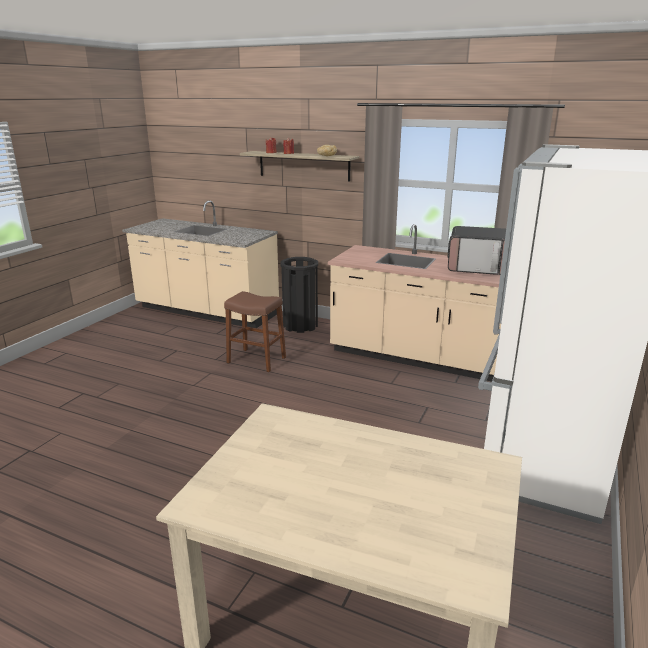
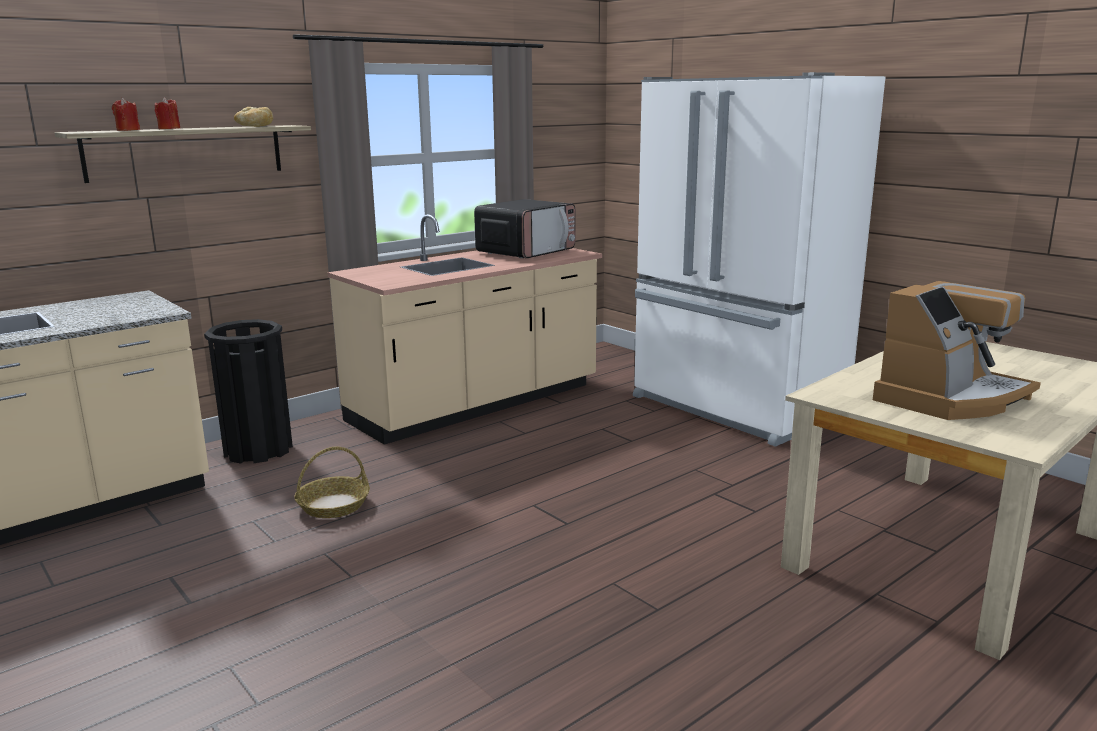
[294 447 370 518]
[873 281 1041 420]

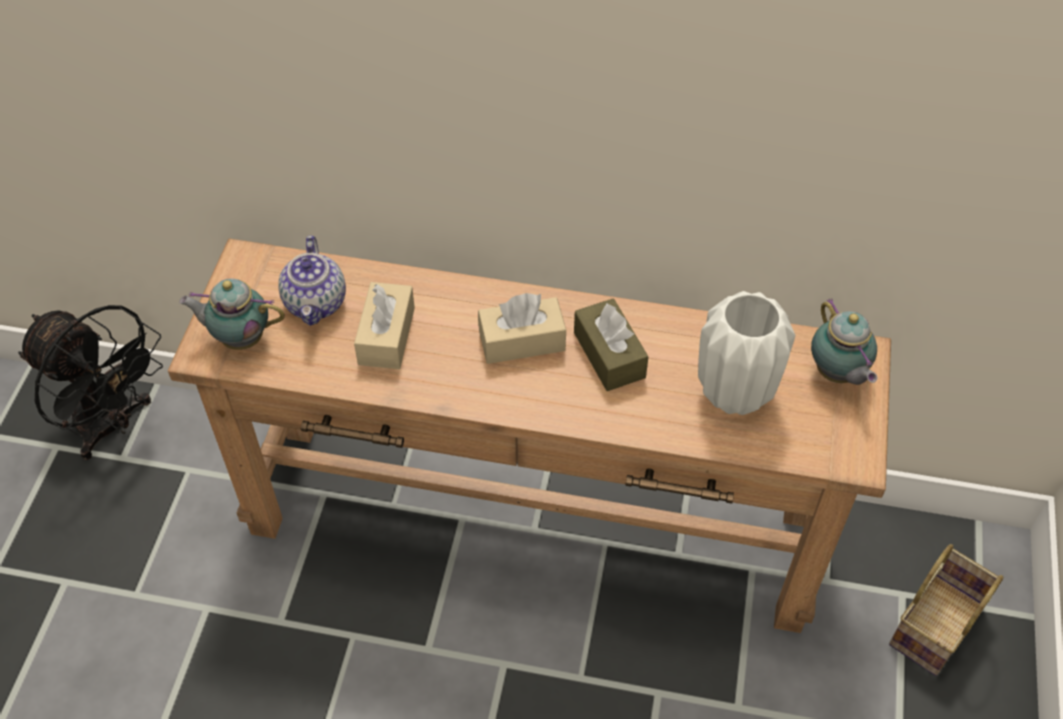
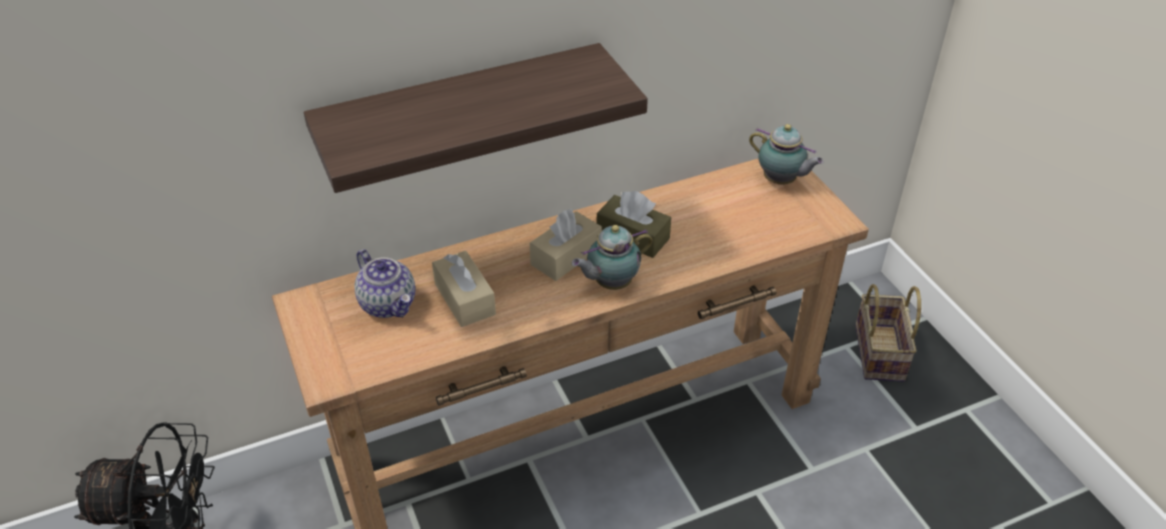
[572 225 653 290]
[698 291 795 415] (first image)
[304 43 648 193]

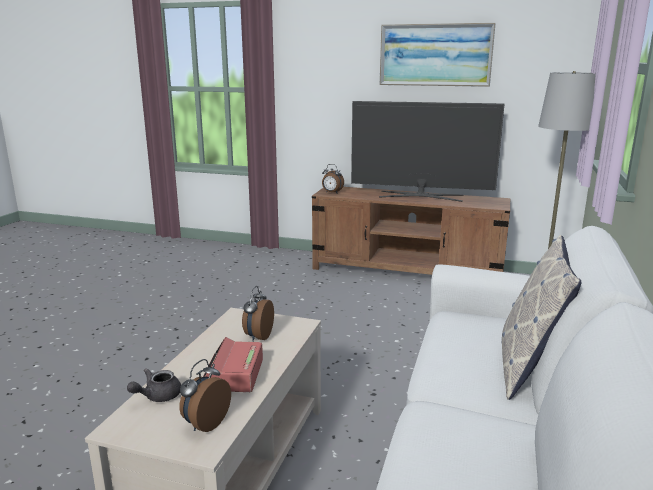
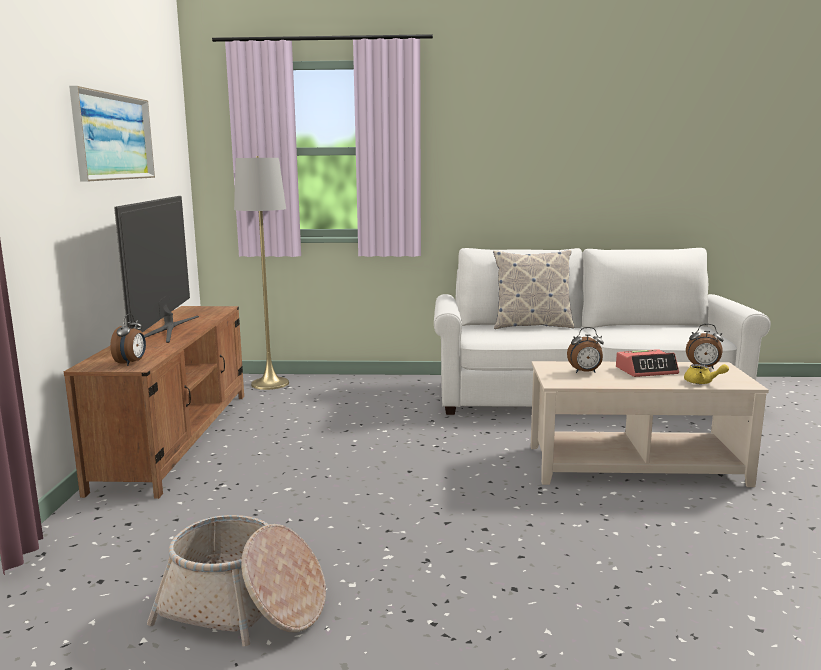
[684 364 729 384]
[147 515 326 646]

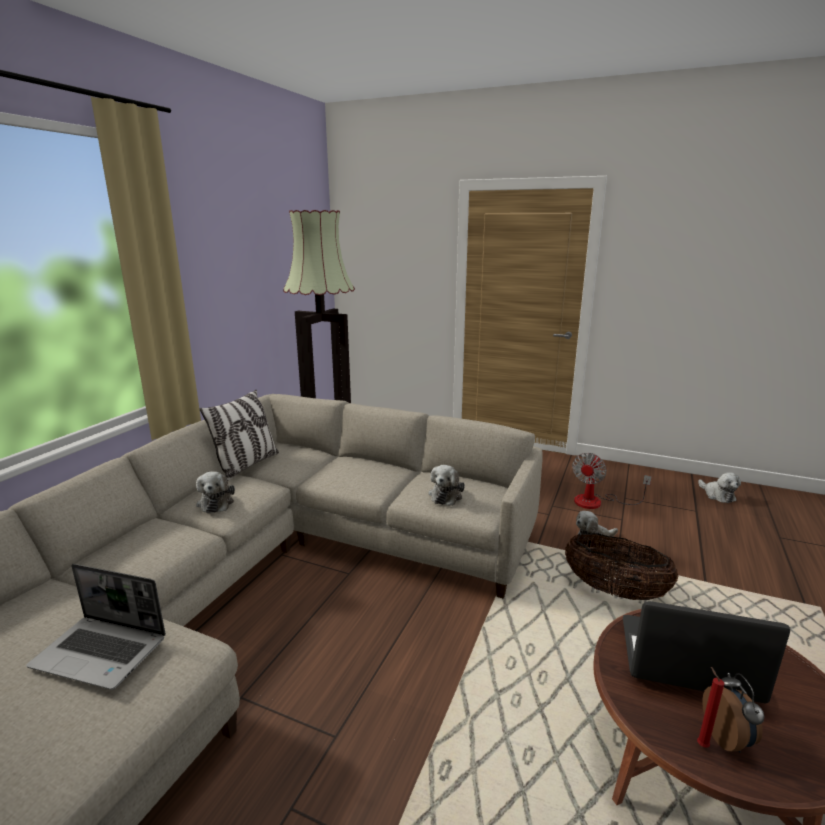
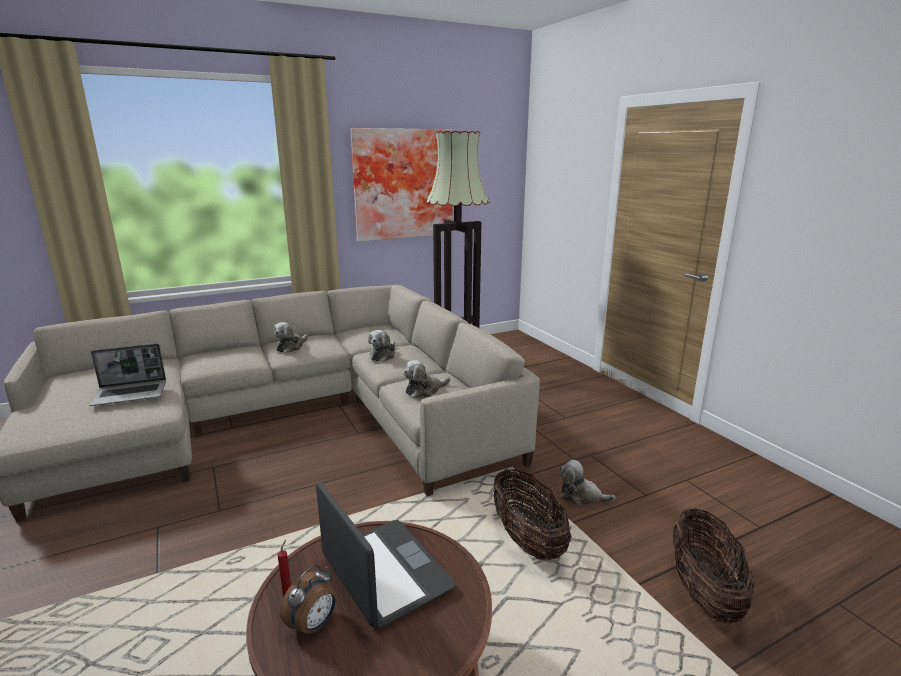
[200 389 279 481] (first image)
[572 453 652 509] (first image)
[368 330 395 362]
[89 344 166 406]
[350 128 453 242]
[673 508 754 624]

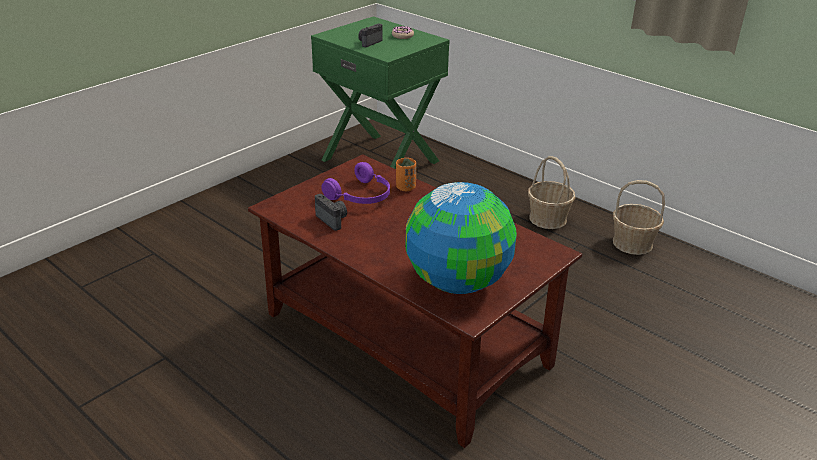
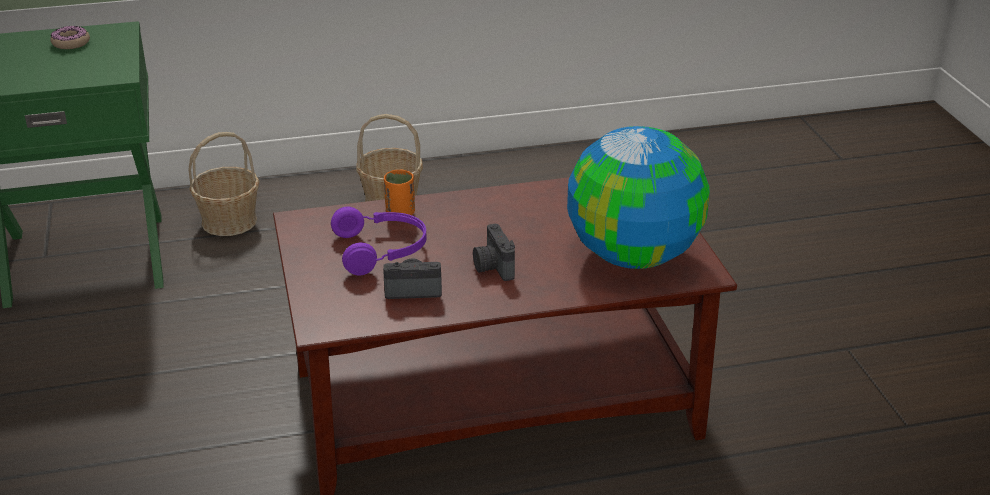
[473 224 515 281]
[188 132 260 236]

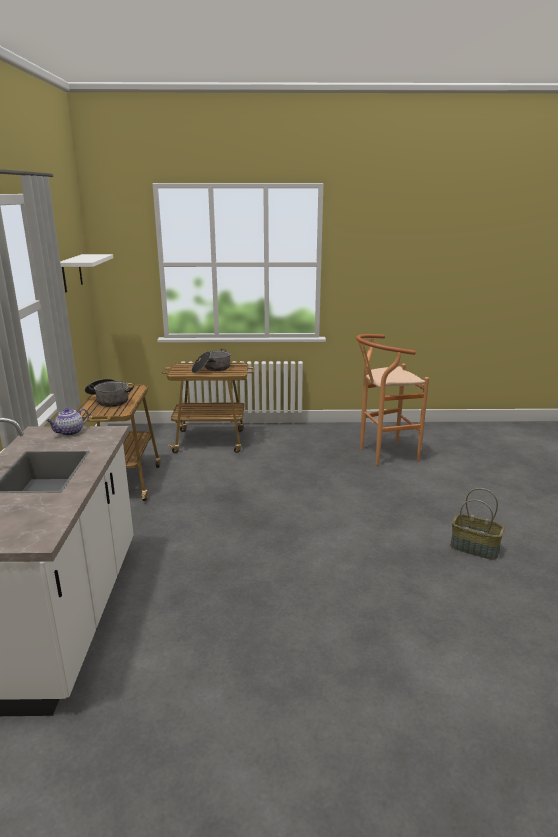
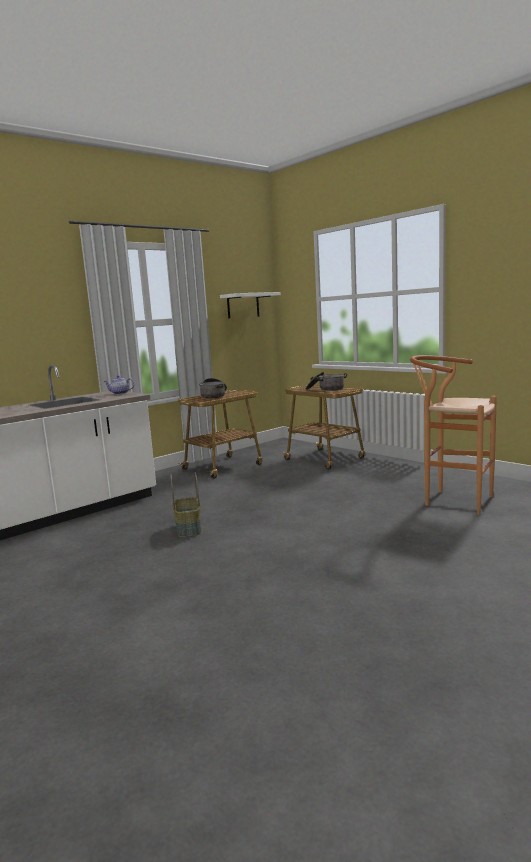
[170 472 201 537]

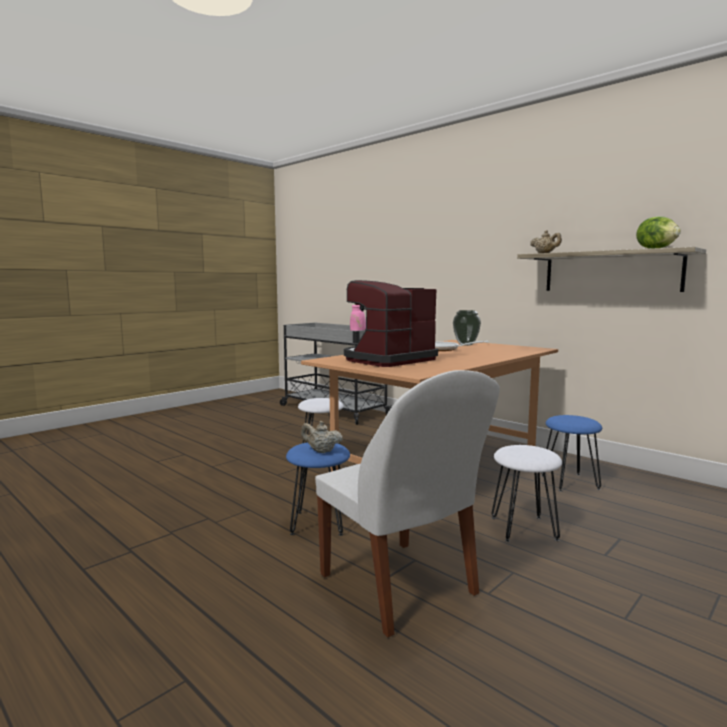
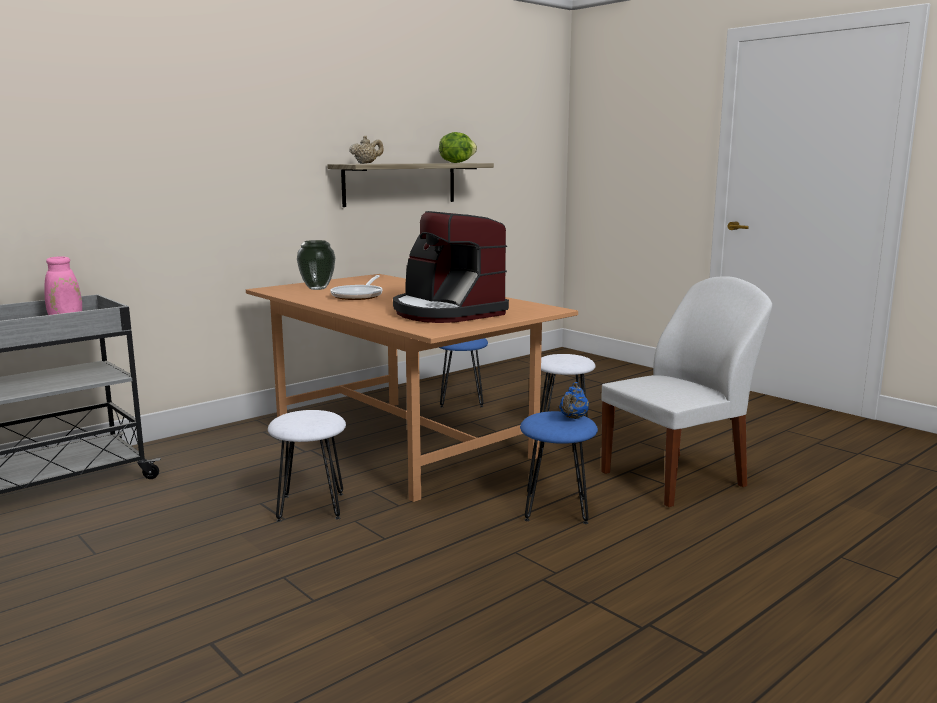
[559 382 589 419]

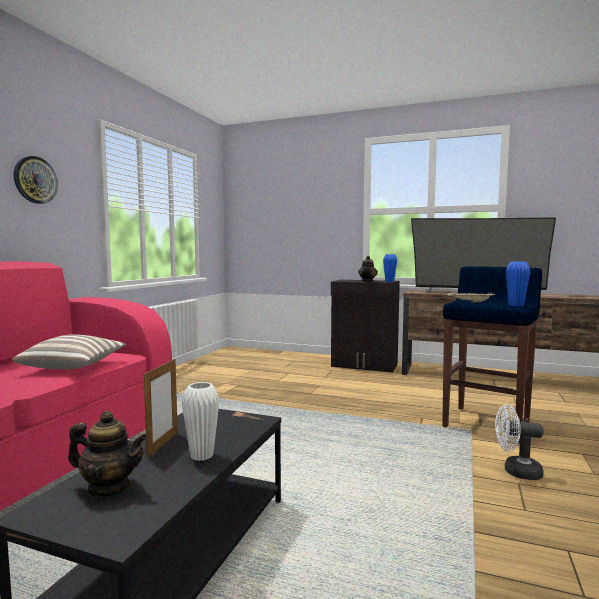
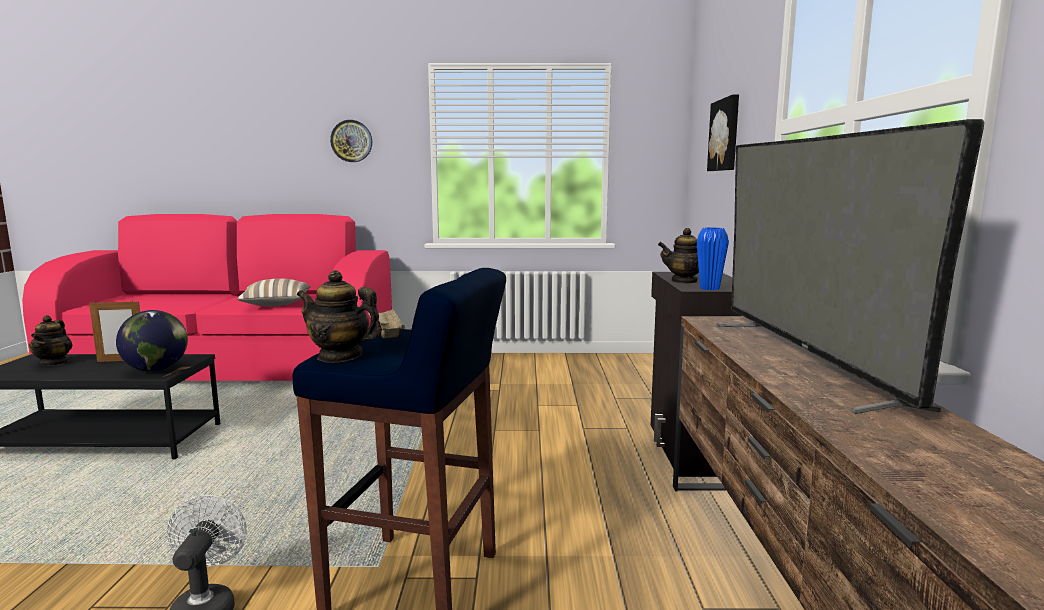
[297 270 382 363]
[182 382 219 461] (first image)
[707 94 739 171]
[116 310 188 372]

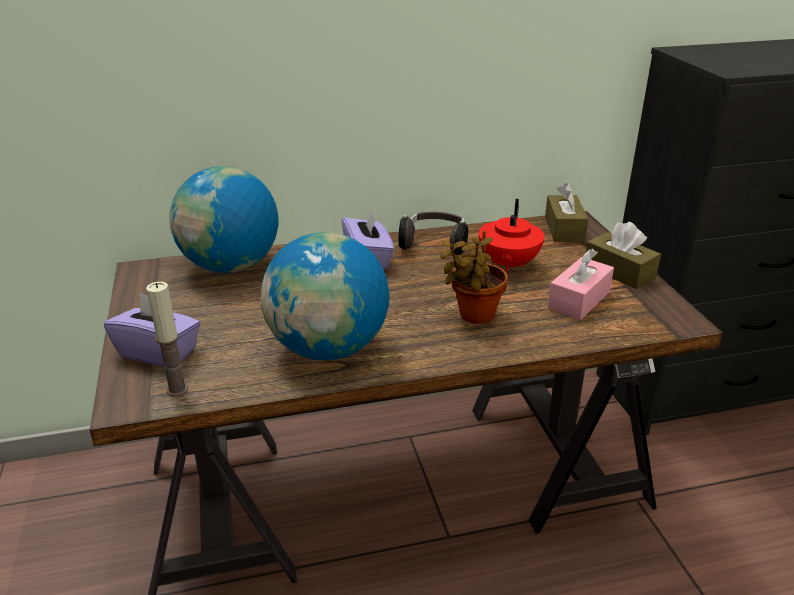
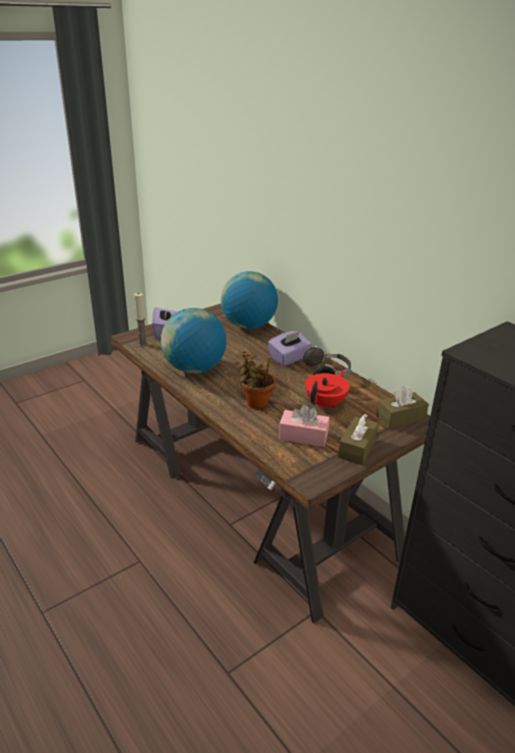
[305 370 350 409]

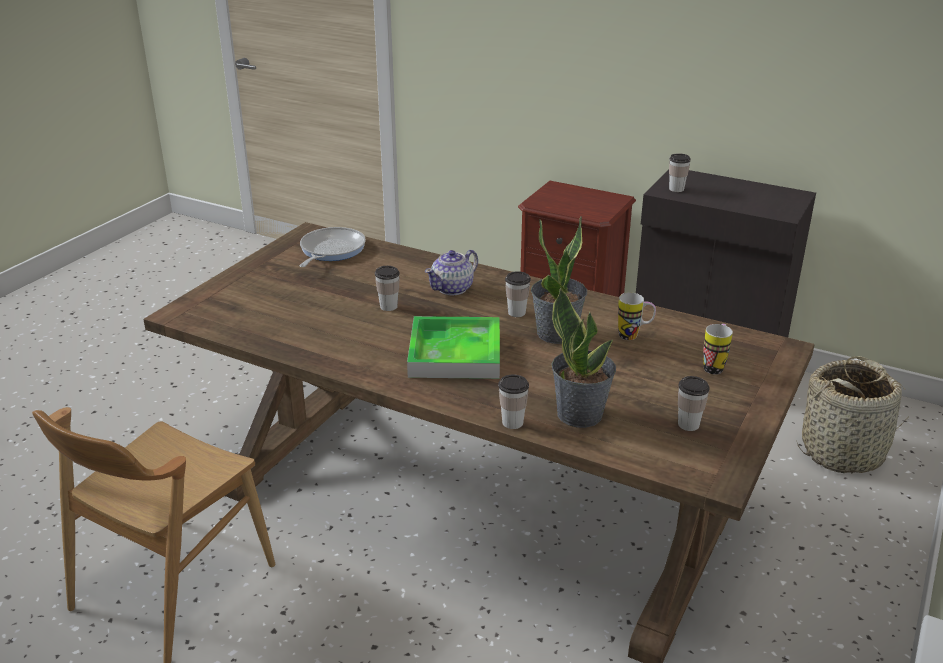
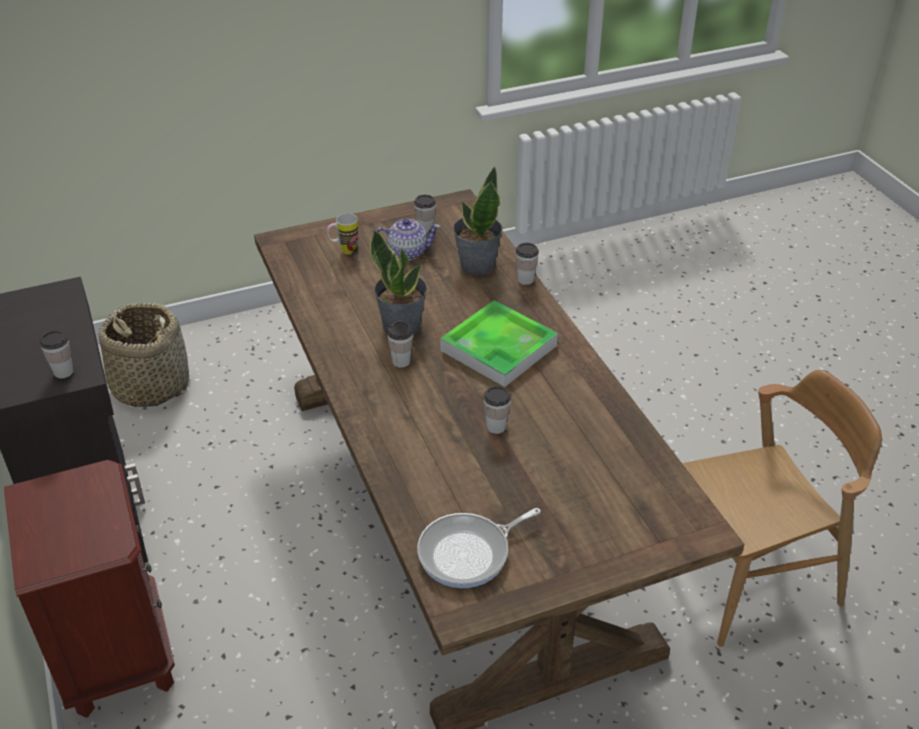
[376 218 441 260]
[618 293 656 340] (first image)

